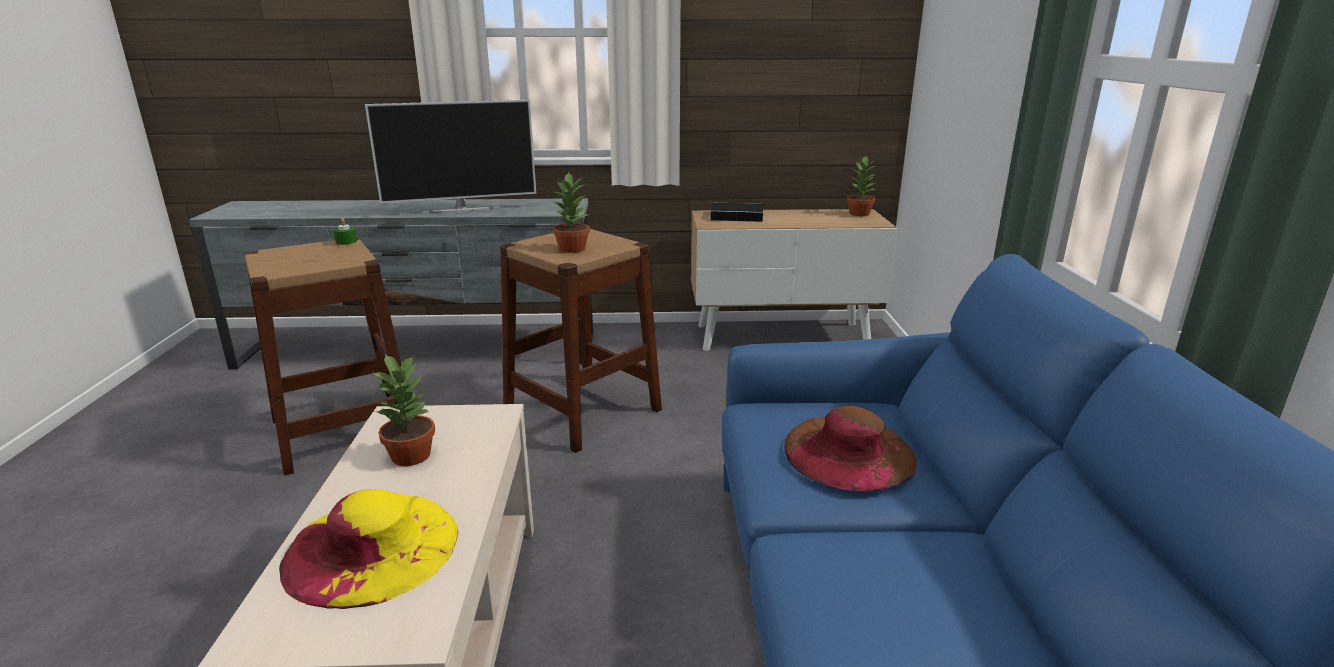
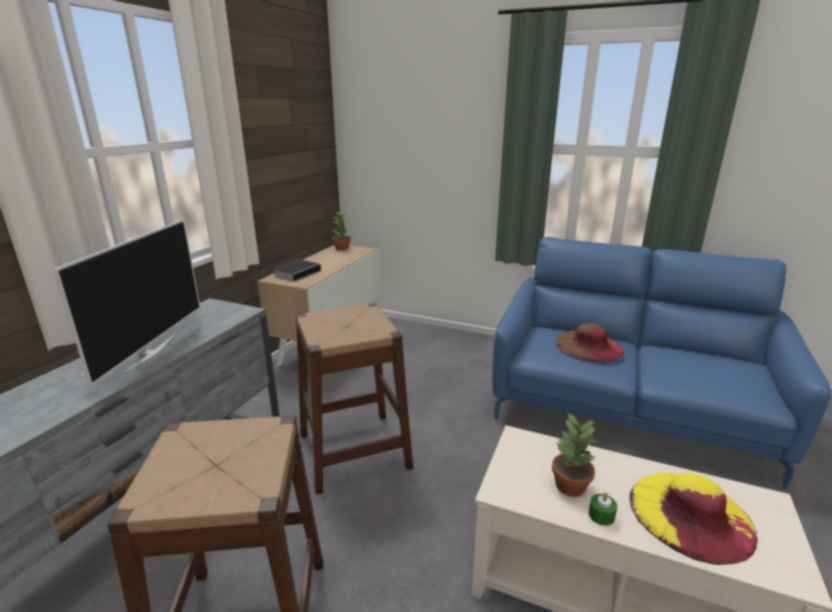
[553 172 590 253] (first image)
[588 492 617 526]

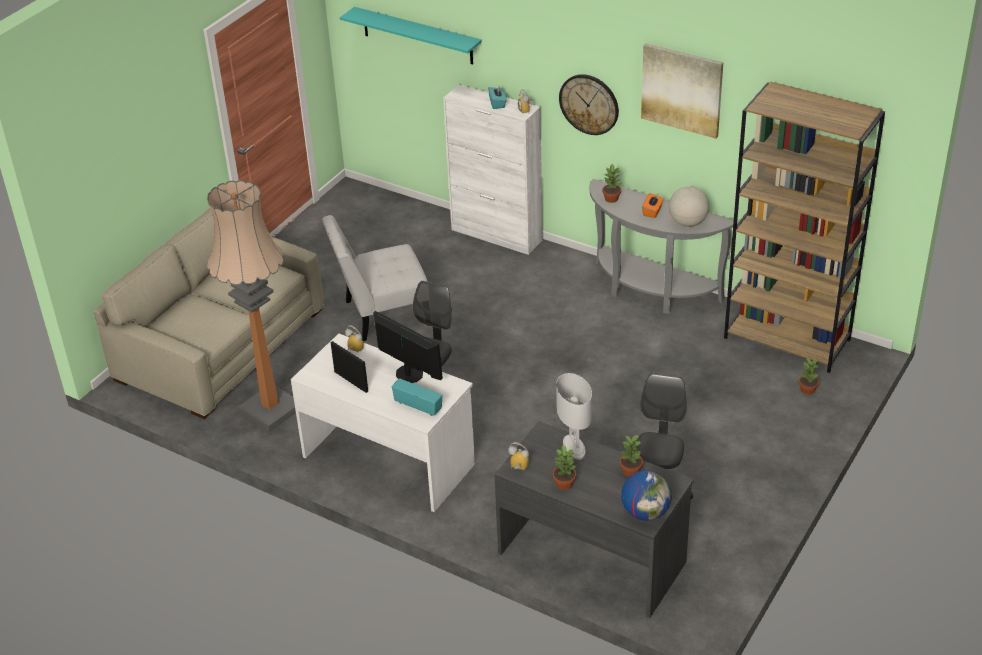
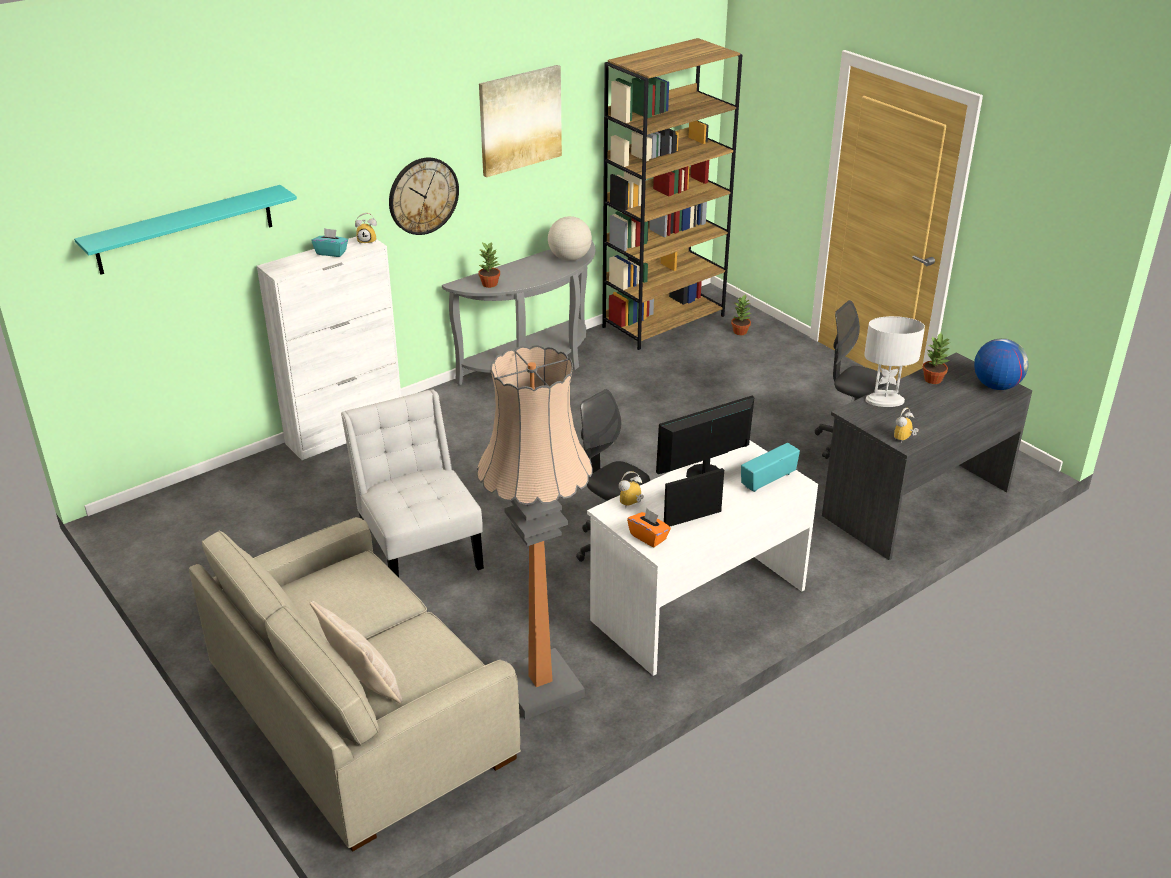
[627 508 671 547]
[341 389 484 578]
[553 444 576 490] (first image)
[310 601 403 703]

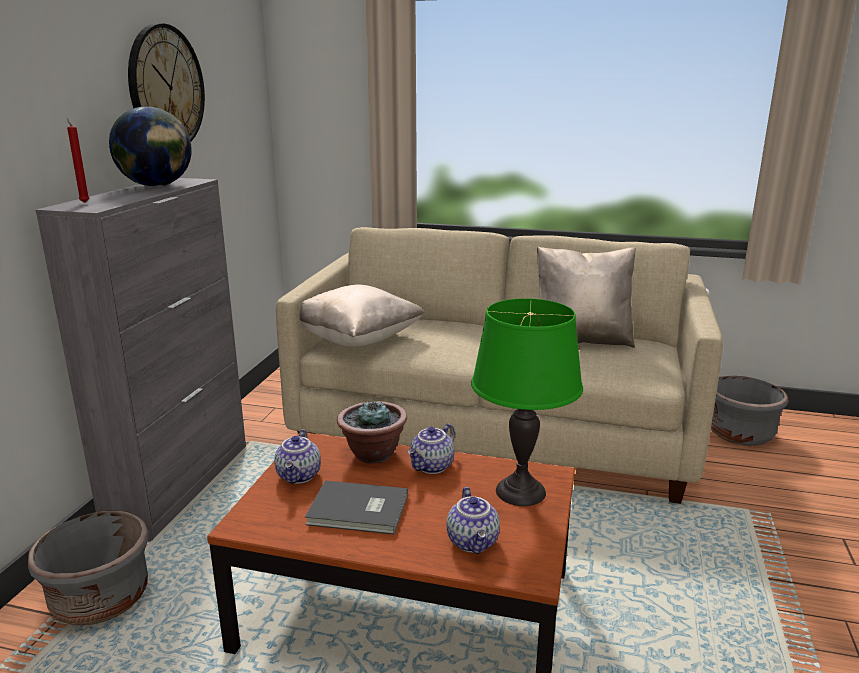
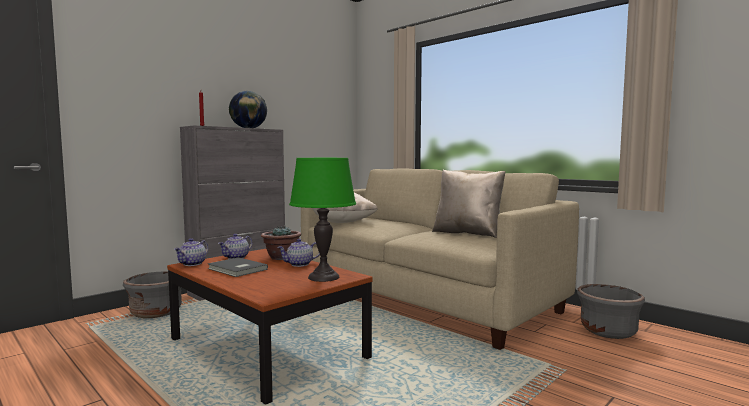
[128 23 205 141] (first image)
[174 238 208 266]

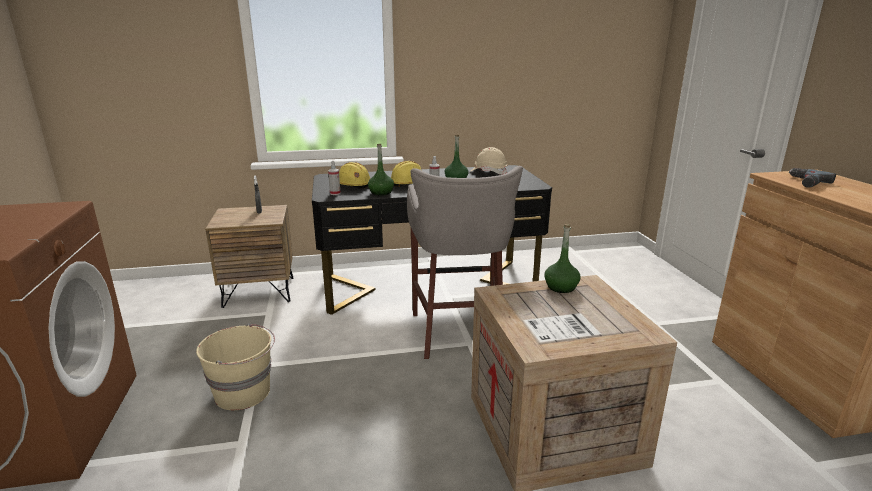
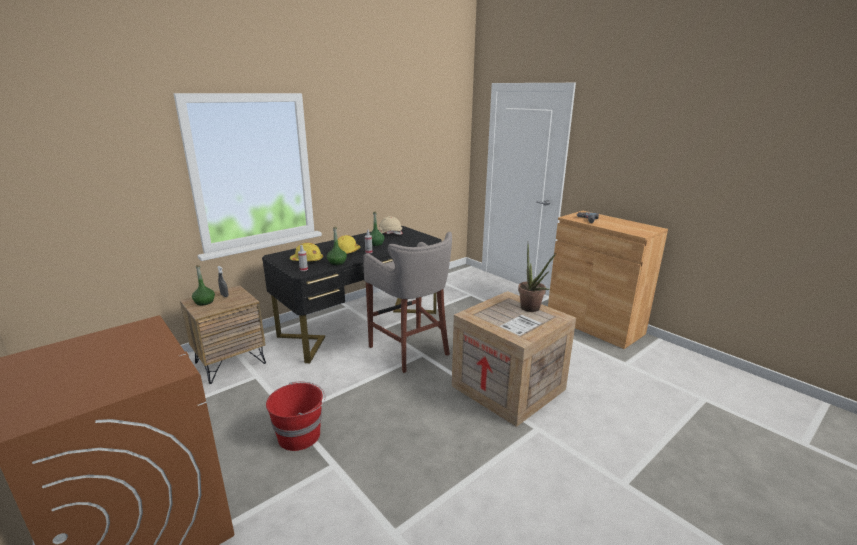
[192 265 215 306]
[266 382 325 451]
[518 244 556 312]

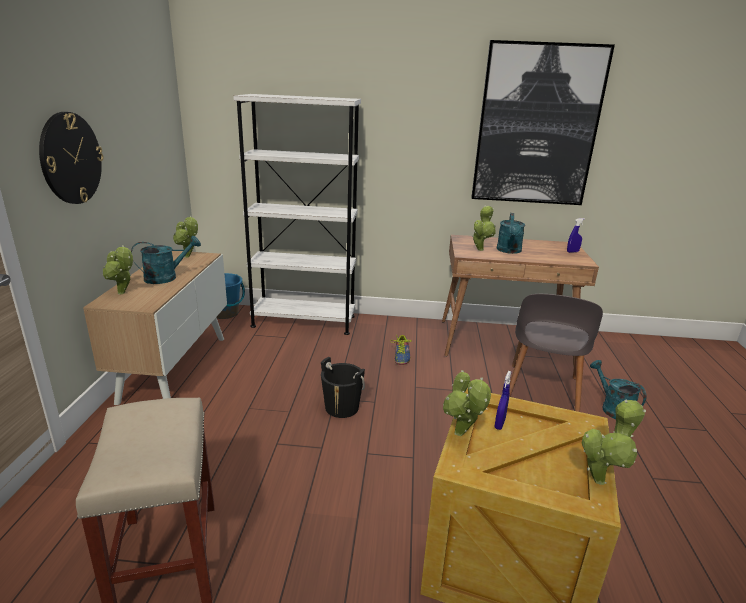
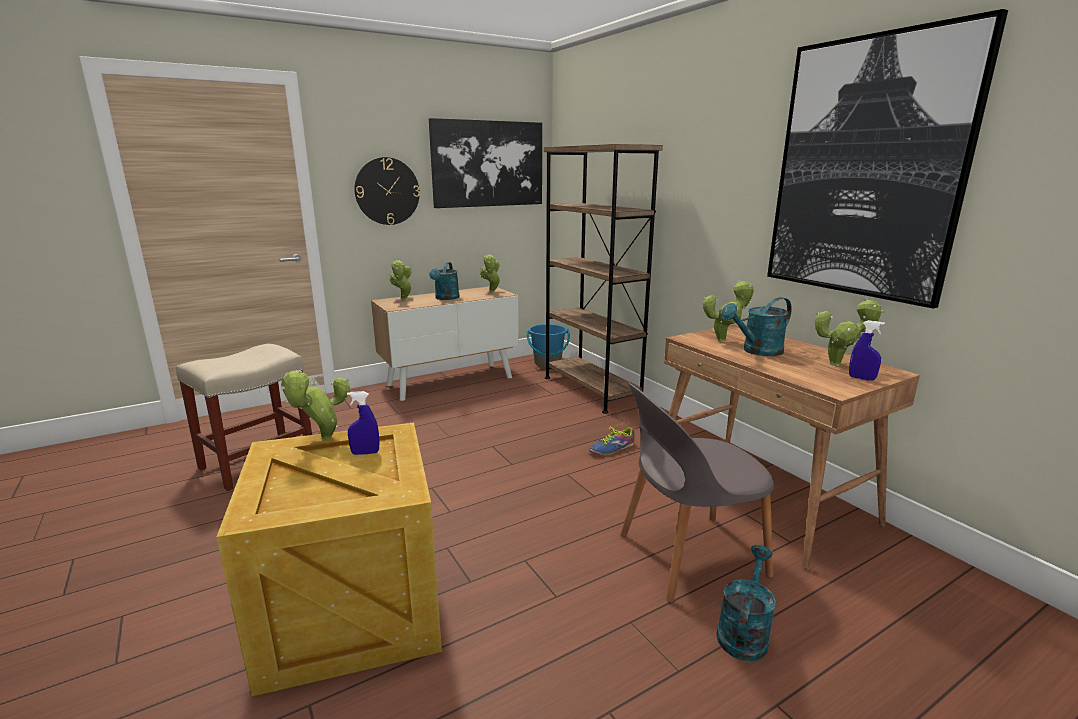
[544 144 663 414]
[429 262 460 300]
[321 357 365 418] (first image)
[814 298 884 366]
[429 118 542 208]

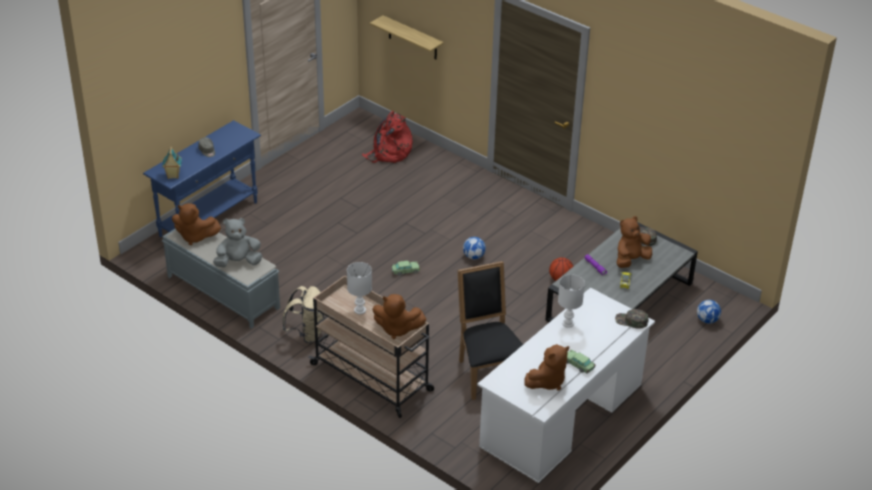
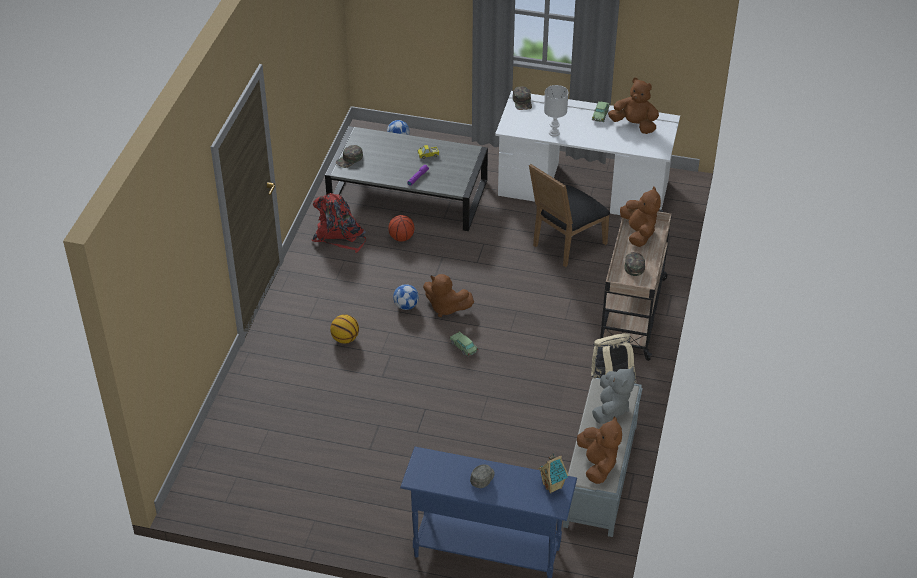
[370 15 444 59] (first image)
[312 193 366 253]
[423 274 474 317]
[592 366 635 423]
[624 252 645 276]
[330 314 359 344]

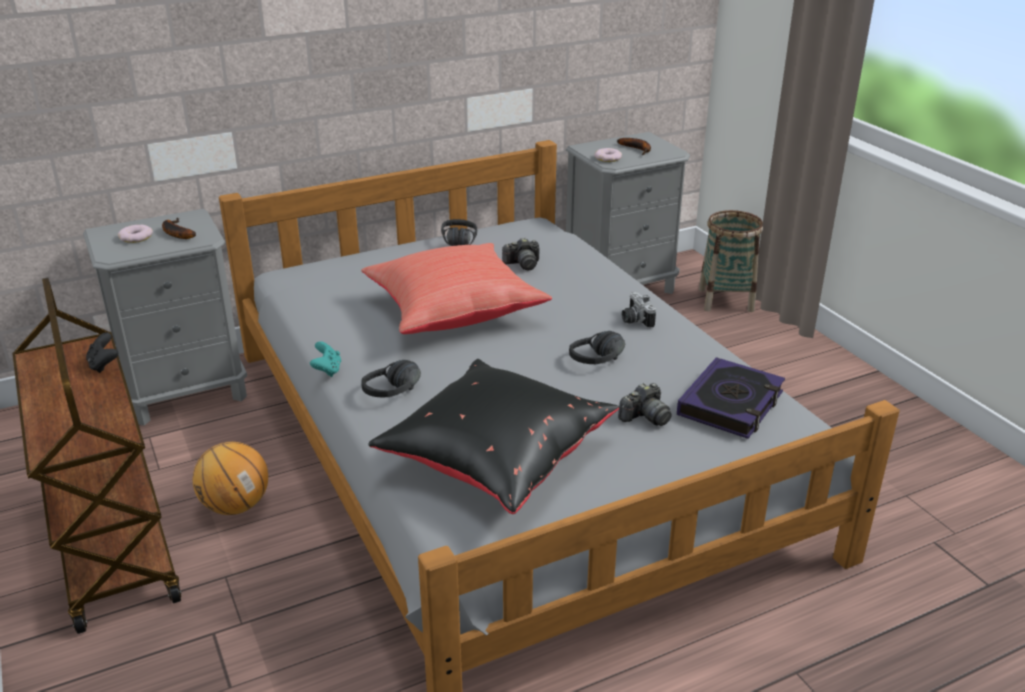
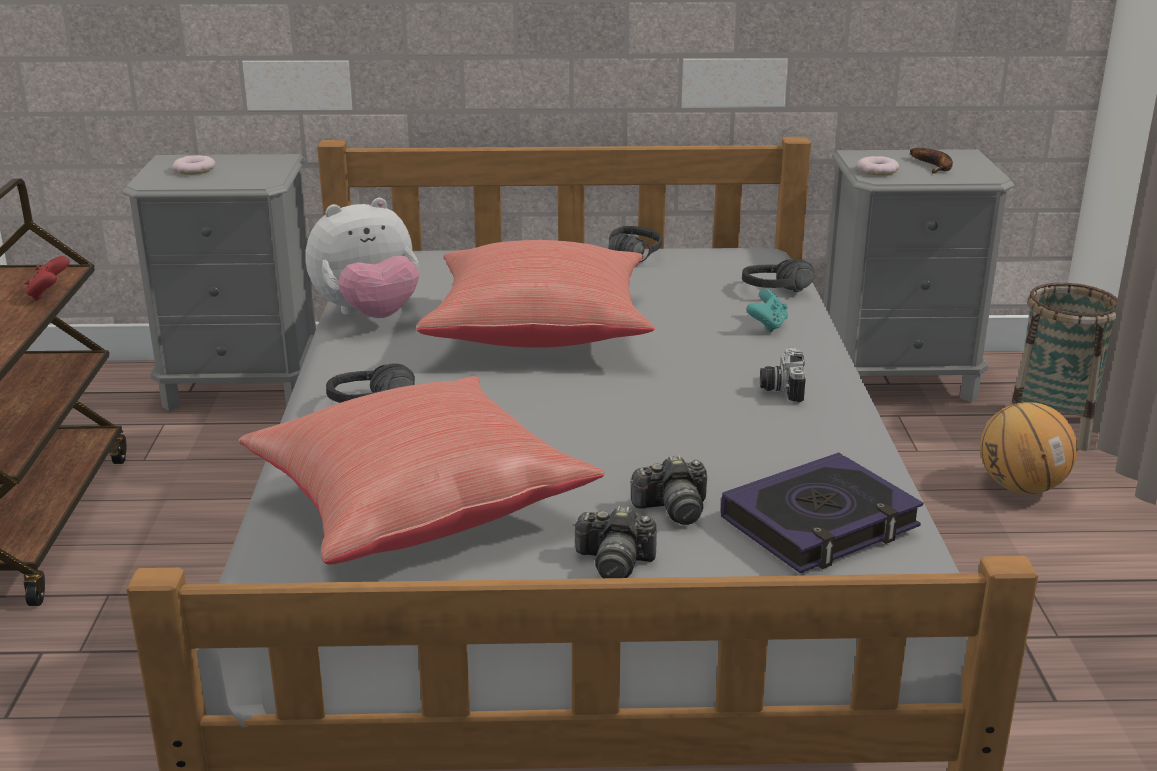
[162 218 196 239] (first image)
[573 506 657 578]
[742 259 815 292]
[25 256 70 301]
[746 289 788 333]
[238 376 604 565]
[980 402 1077 494]
[305 198 419 318]

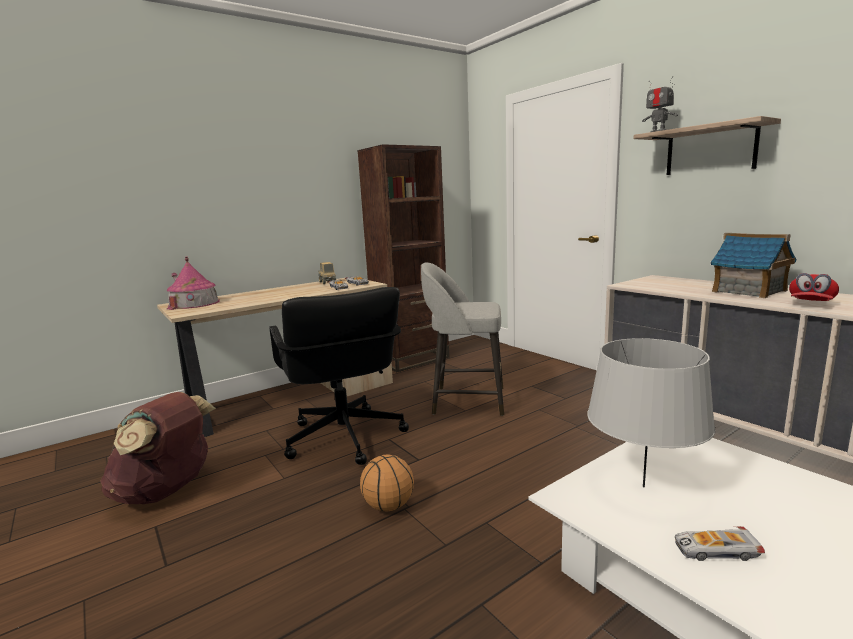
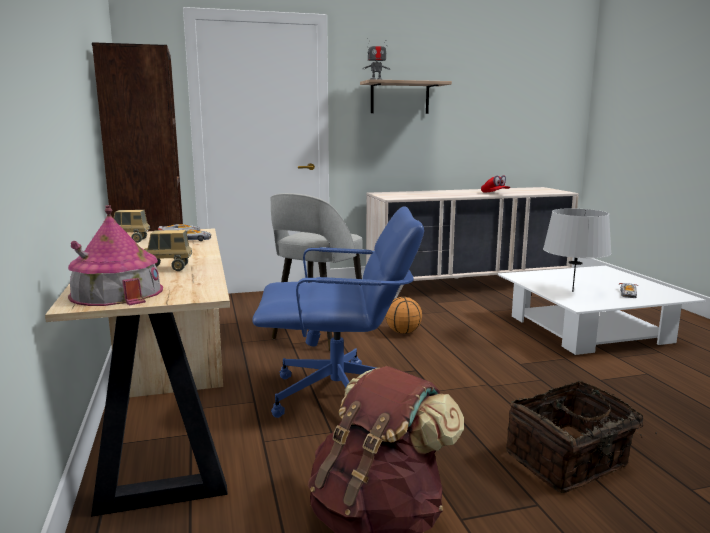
[711 233 797 298] (first image)
[252 206 424 418]
[385 297 422 334]
[144 230 192 271]
[506 380 657 493]

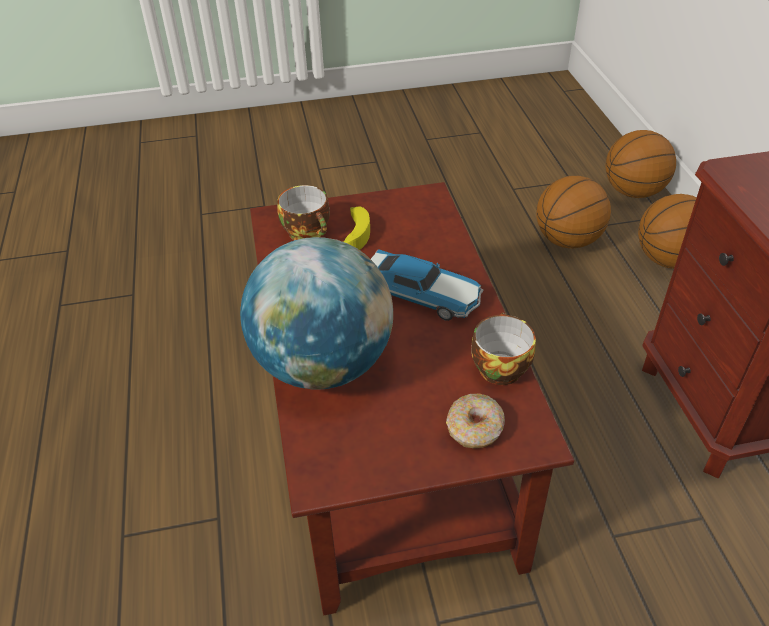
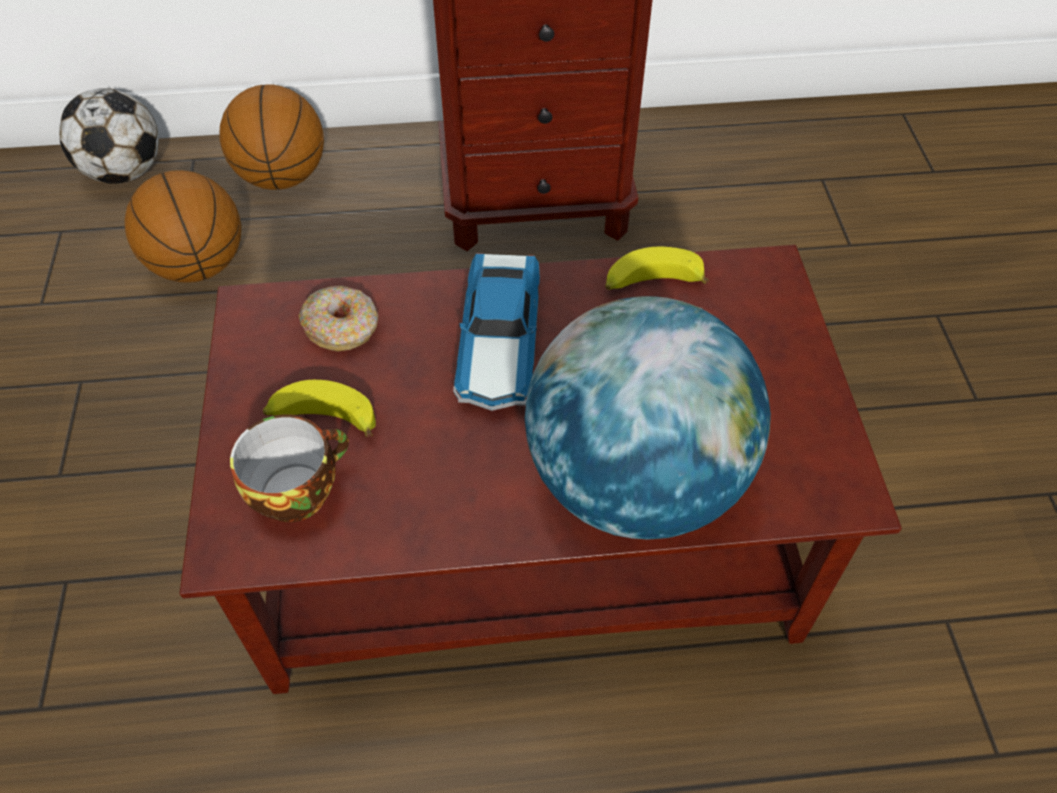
[59 88 159 184]
[453 253 540 411]
[605 247 709 290]
[299 286 379 352]

